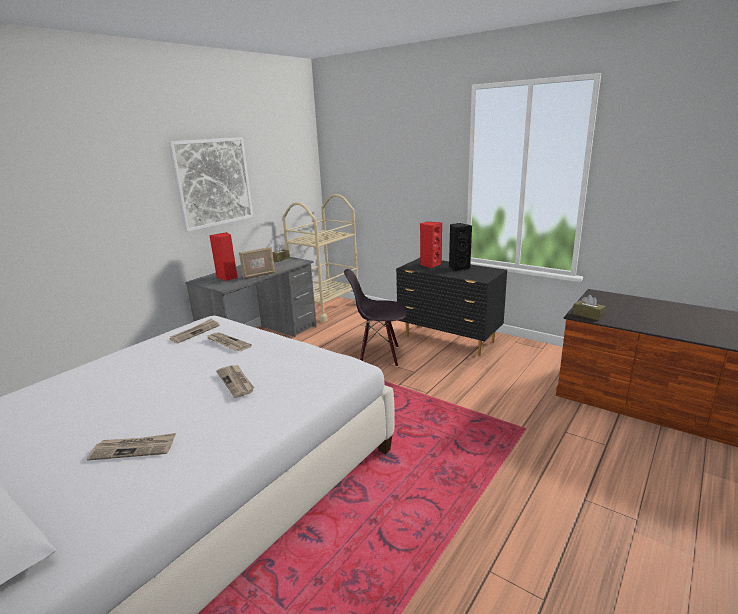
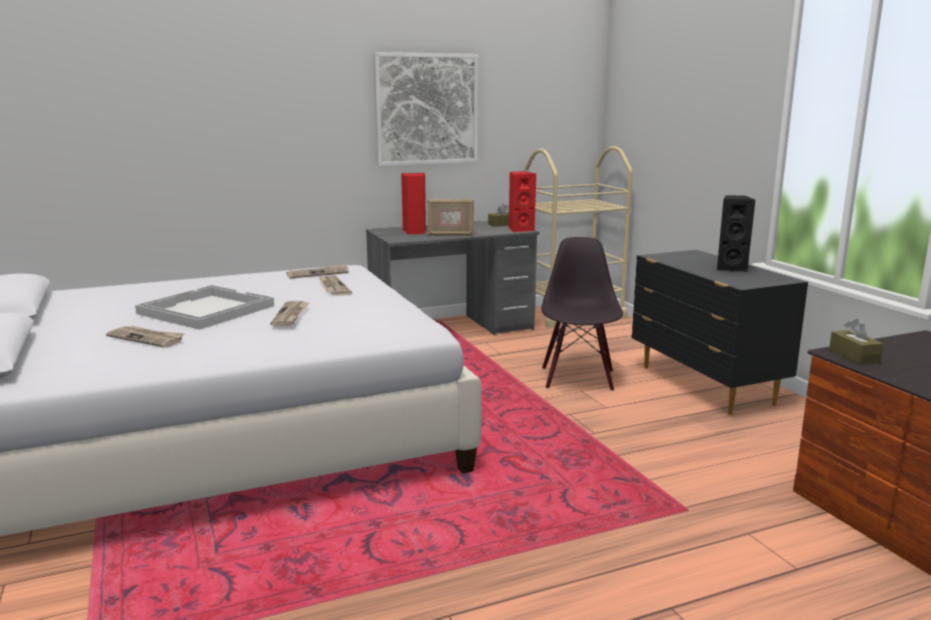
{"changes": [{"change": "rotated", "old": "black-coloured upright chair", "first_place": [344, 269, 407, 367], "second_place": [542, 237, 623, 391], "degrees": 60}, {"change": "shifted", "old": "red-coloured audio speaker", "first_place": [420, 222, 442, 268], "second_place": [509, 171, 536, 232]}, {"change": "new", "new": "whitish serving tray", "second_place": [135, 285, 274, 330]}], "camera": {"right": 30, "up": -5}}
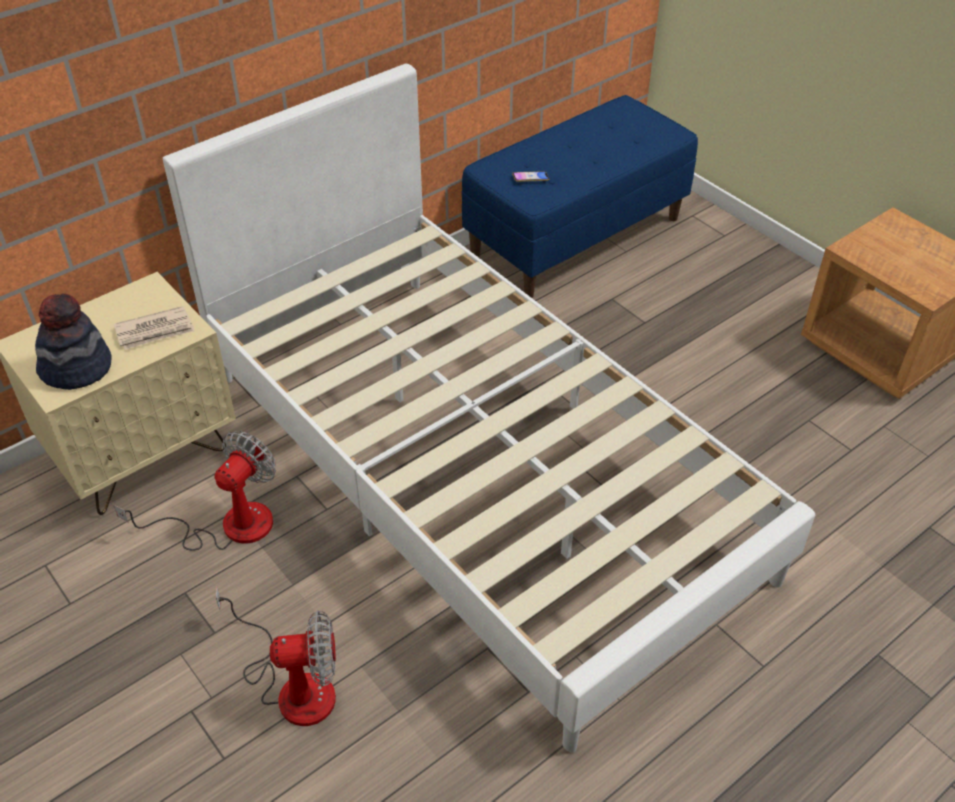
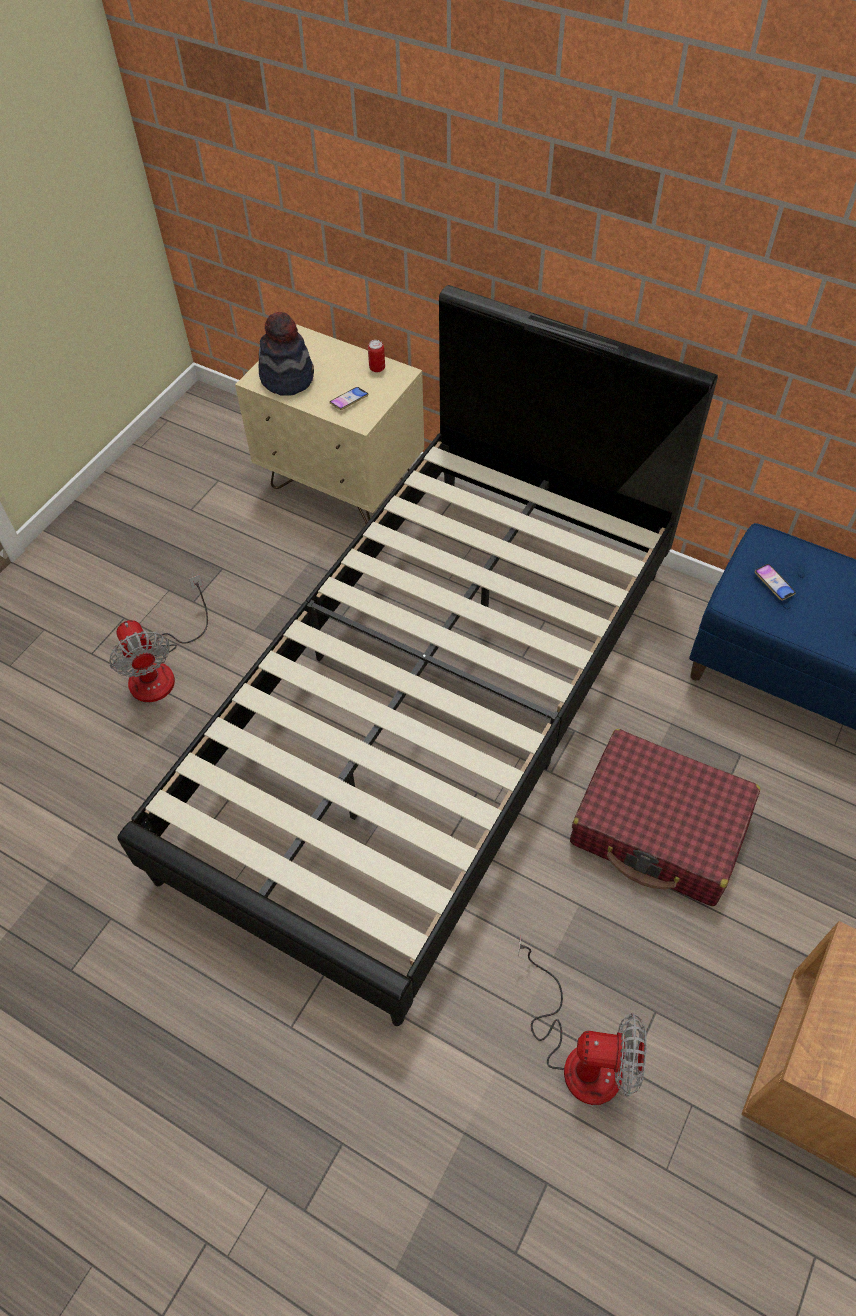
{"changes": [{"change": "swapped", "old": "newspaper", "new": "telephone", "first_place": [114, 306, 195, 350], "second_place": [330, 387, 369, 410]}, {"change": "shifted", "old": "fan", "first_place": [114, 431, 276, 551], "second_place": [518, 936, 647, 1105]}, {"change": "repainted", "old": "whitish sleeping bed", "new": "black-coloured sleeping bed", "first_place": [163, 64, 815, 753], "second_place": [117, 285, 718, 1026]}, {"change": "new", "new": "metal can", "second_place": [368, 340, 385, 372]}, {"change": "new", "new": "red-coloured piece of luggage", "second_place": [570, 729, 760, 906]}], "camera": {"right": 70, "up": 10}}
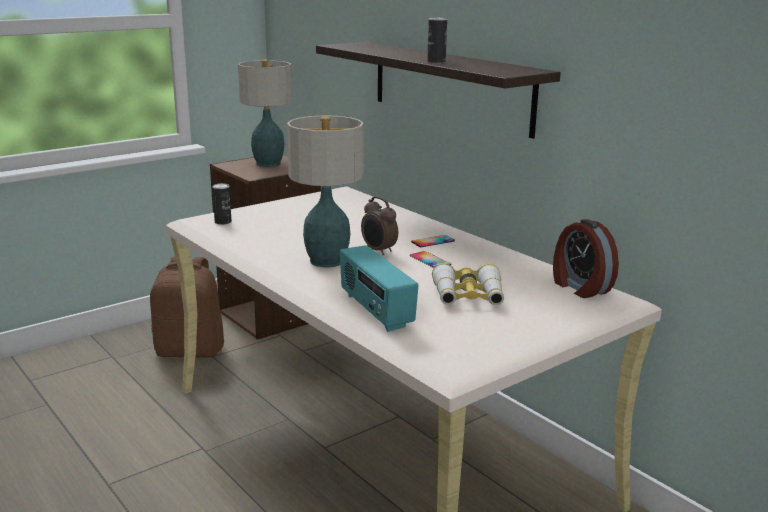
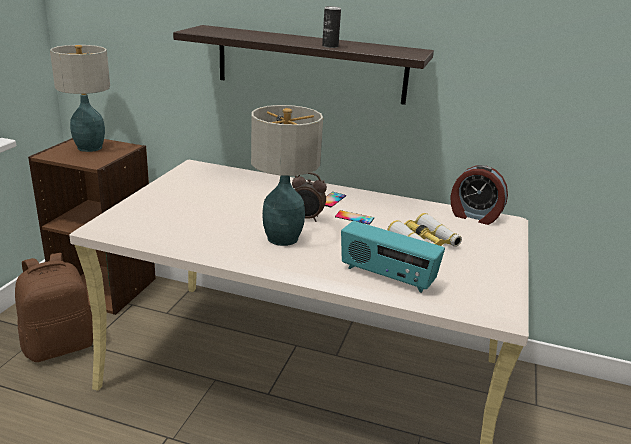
{"changes": [{"change": "gone", "old": "metal can", "first_place": [212, 183, 231, 225]}], "camera": {"right": -35, "up": 5}}
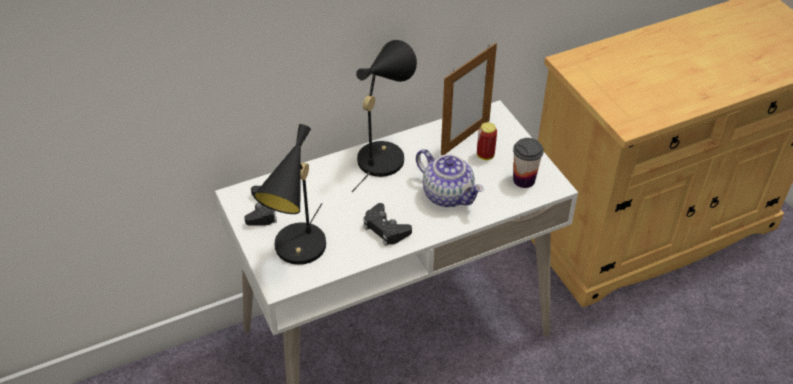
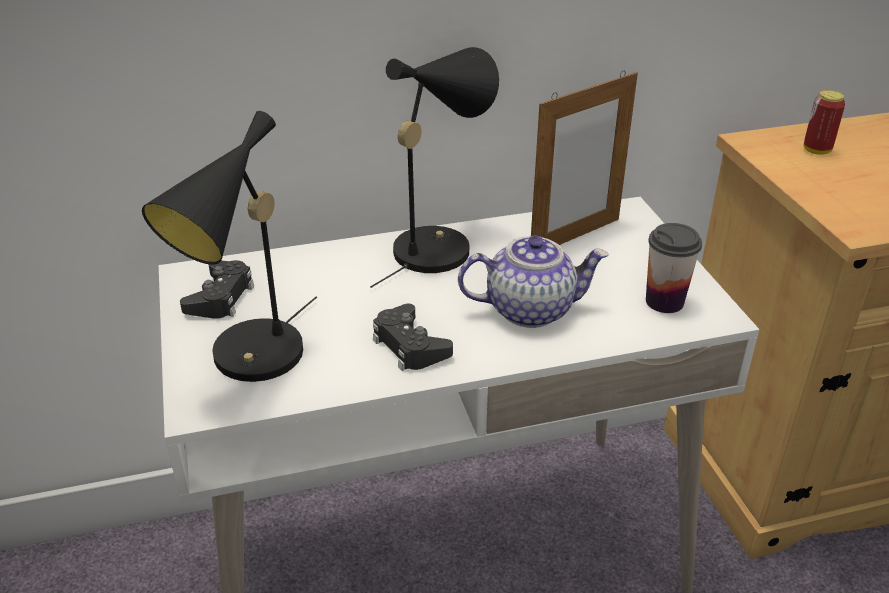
{"changes": [{"change": "rotated", "old": "tea pot", "first_place": [416, 149, 484, 207], "second_place": [458, 236, 609, 328], "degrees": -60}, {"change": "shifted", "old": "metal can", "first_place": [477, 122, 497, 160], "second_place": [804, 90, 845, 155]}], "camera": {"right": 10, "up": -10}}
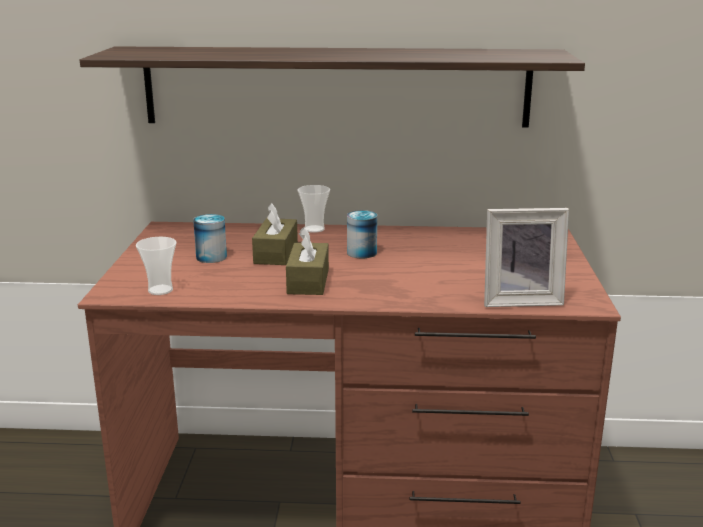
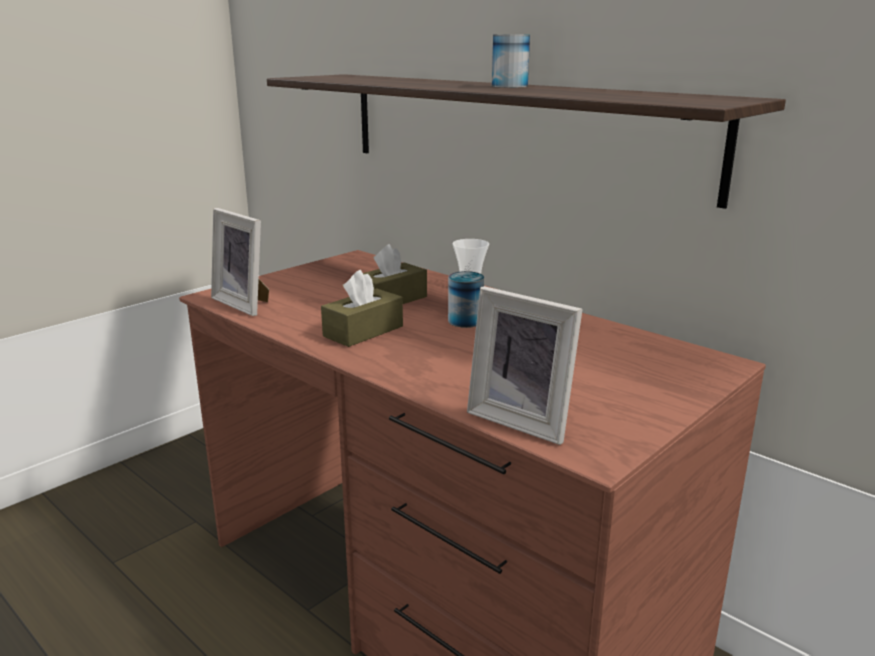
{"changes": [{"change": "swapped", "old": "cup", "new": "picture frame", "first_place": [136, 237, 177, 295], "second_place": [211, 208, 269, 316]}, {"change": "shifted", "old": "metal can", "first_place": [193, 214, 227, 263], "second_place": [492, 34, 530, 87]}], "camera": {"right": 40, "up": 0}}
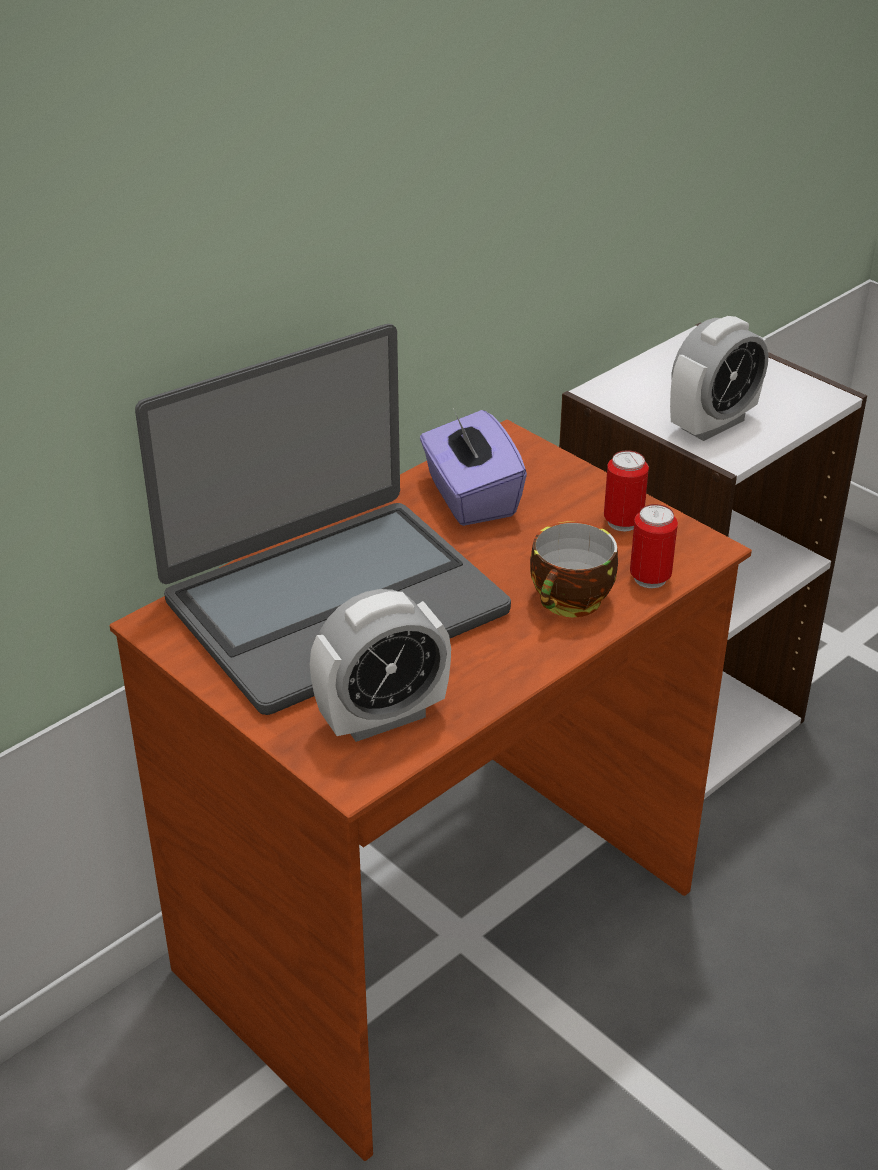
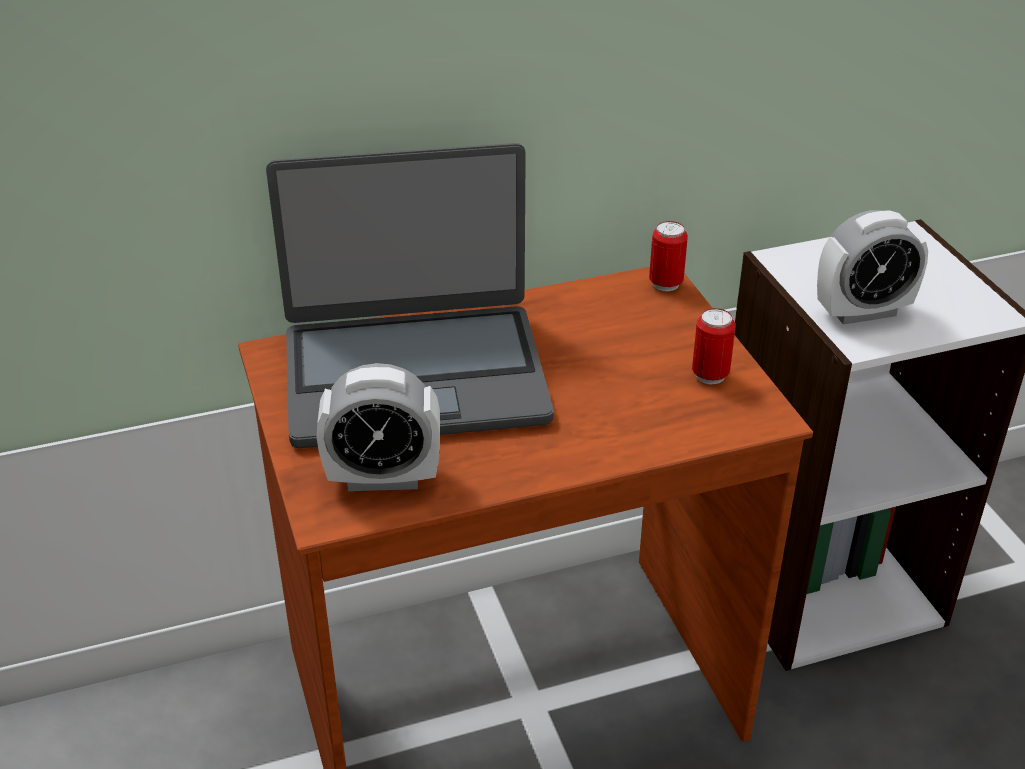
{"changes": [{"change": "gone", "old": "purple box of tissues", "first_place": [420, 408, 527, 526]}, {"change": "gone", "old": "cup", "first_place": [530, 521, 618, 617]}, {"change": "shifted", "old": "metal can", "first_place": [630, 504, 678, 588], "second_place": [649, 221, 688, 291]}], "camera": {"right": 25, "up": 0}}
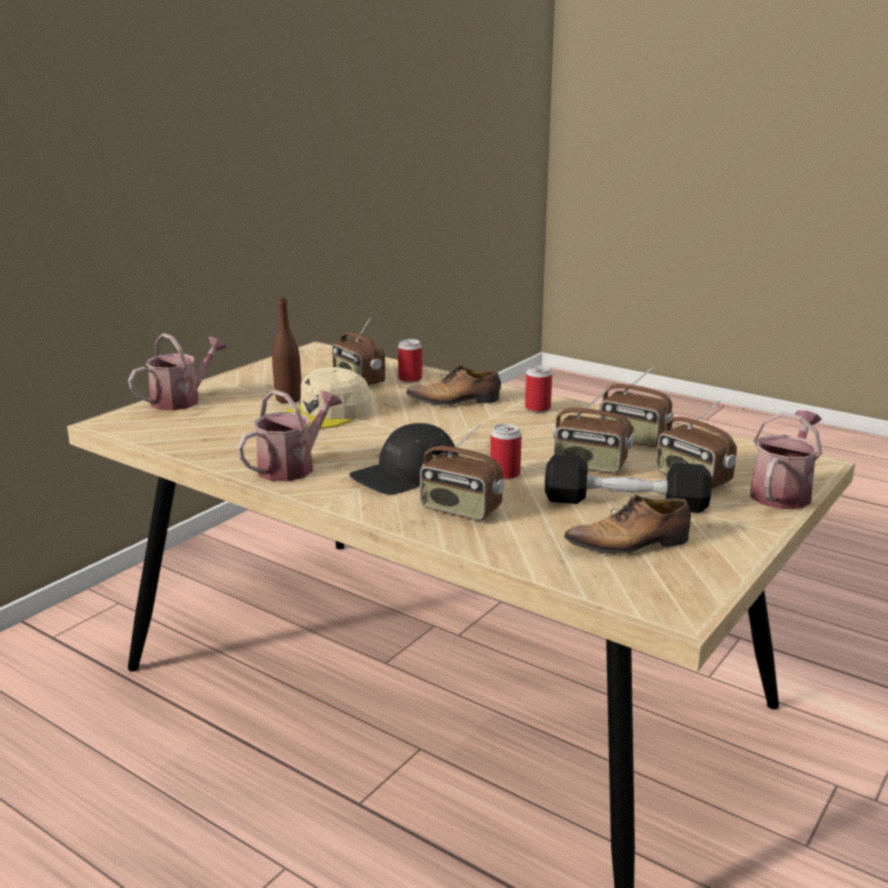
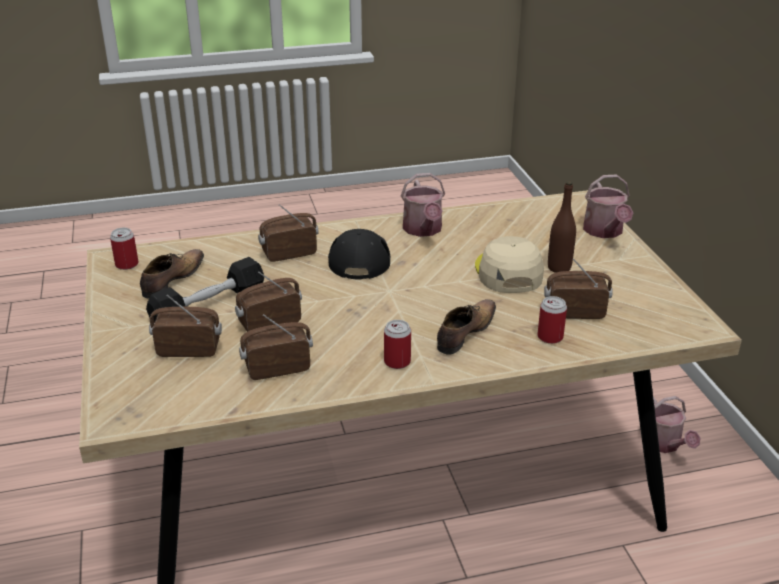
{"changes": [{"change": "shifted", "old": "metal can", "first_place": [490, 424, 522, 480], "second_place": [110, 228, 138, 270]}, {"change": "shifted", "old": "watering can", "first_place": [750, 410, 822, 509], "second_place": [653, 396, 701, 453]}], "camera": {"right": 130, "up": 10}}
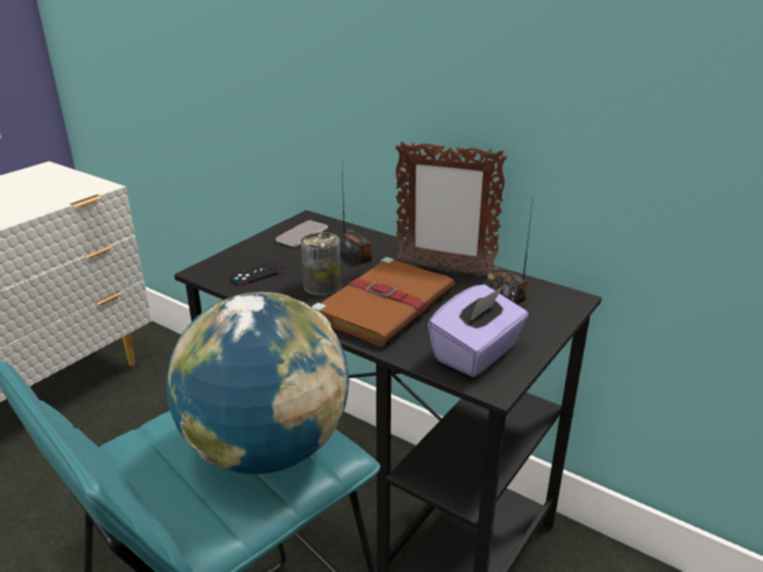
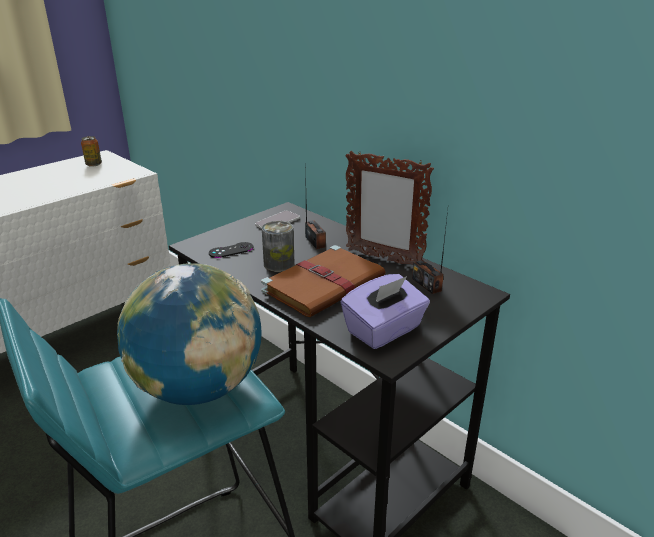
{"changes": [{"change": "new", "new": "metal can", "second_place": [81, 136, 102, 167]}], "camera": {"right": 10, "up": 0}}
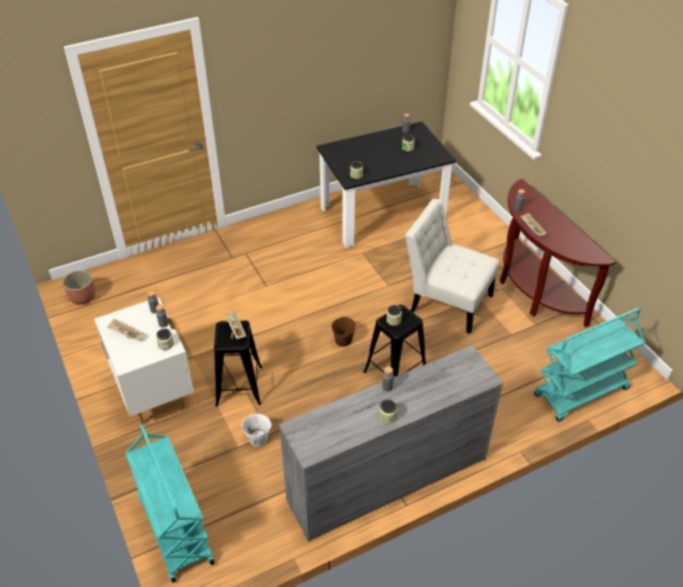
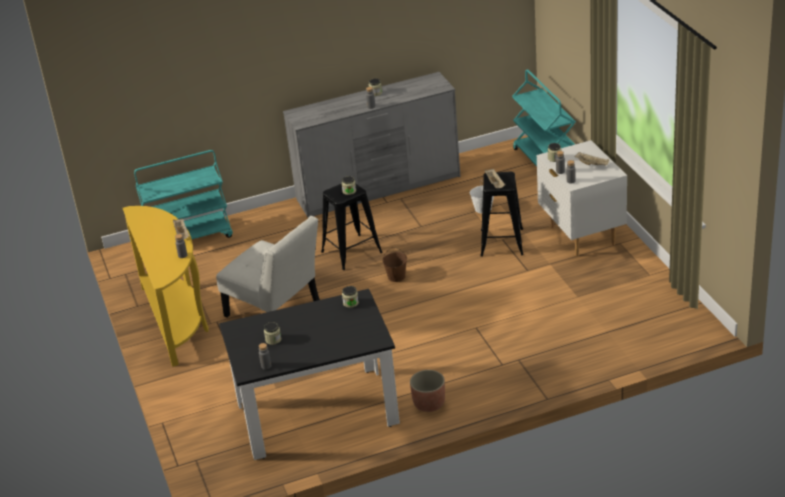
{"changes": [{"change": "shifted", "old": "planter", "first_place": [63, 270, 95, 305], "second_place": [410, 370, 445, 412]}, {"change": "repainted", "old": "brown-coloured console table", "new": "yellowish console table", "first_place": [500, 179, 616, 327], "second_place": [123, 206, 209, 367]}], "camera": {"right": -170, "up": -10}}
